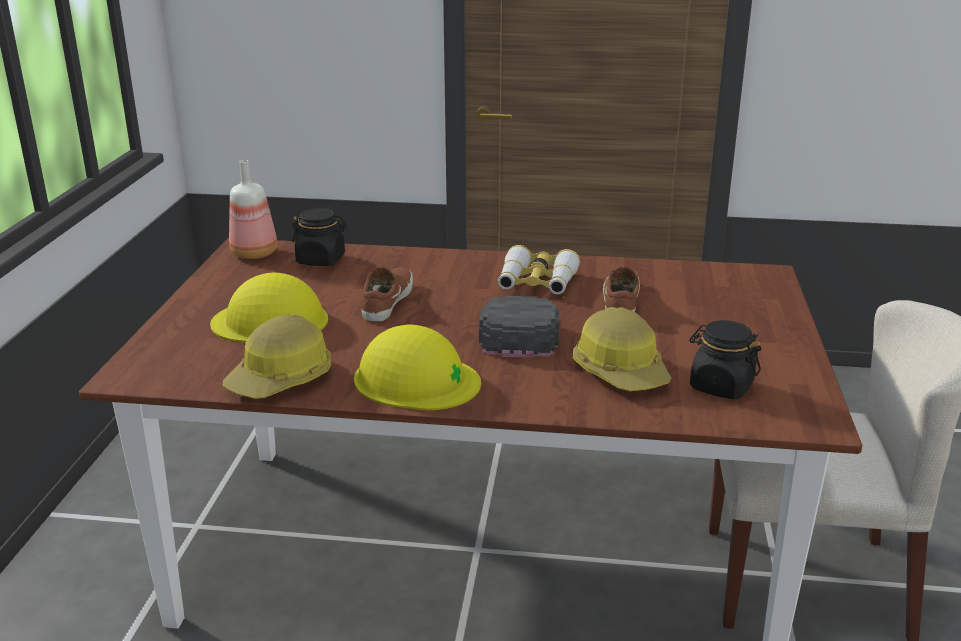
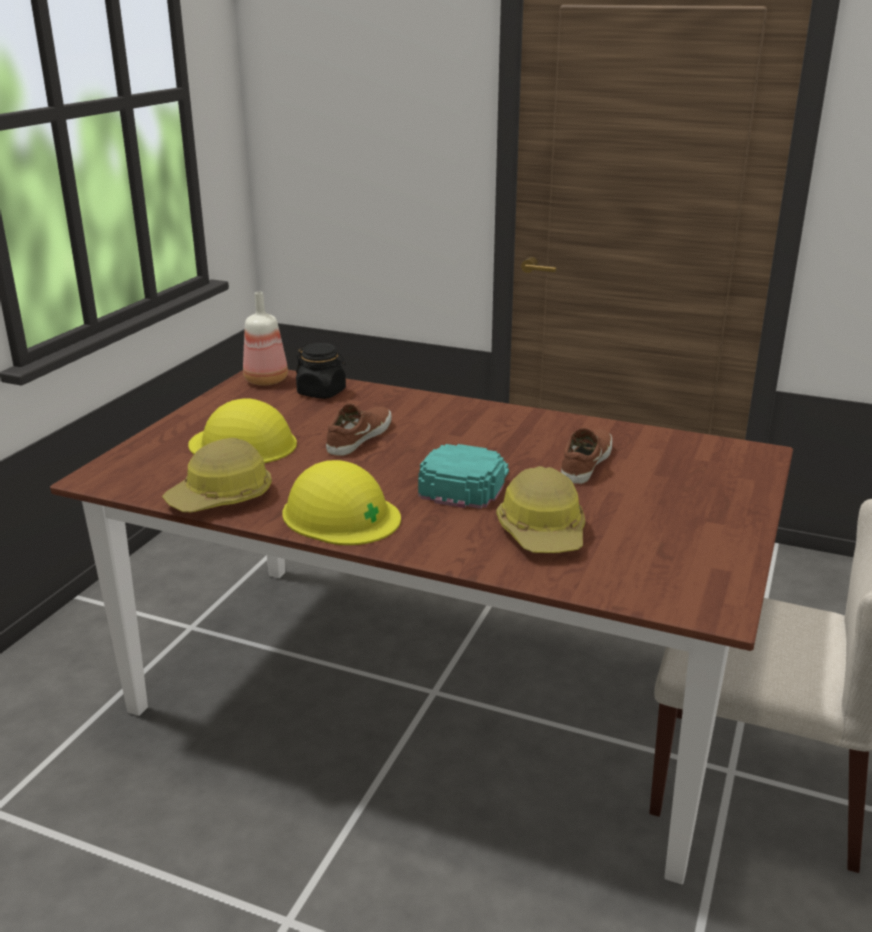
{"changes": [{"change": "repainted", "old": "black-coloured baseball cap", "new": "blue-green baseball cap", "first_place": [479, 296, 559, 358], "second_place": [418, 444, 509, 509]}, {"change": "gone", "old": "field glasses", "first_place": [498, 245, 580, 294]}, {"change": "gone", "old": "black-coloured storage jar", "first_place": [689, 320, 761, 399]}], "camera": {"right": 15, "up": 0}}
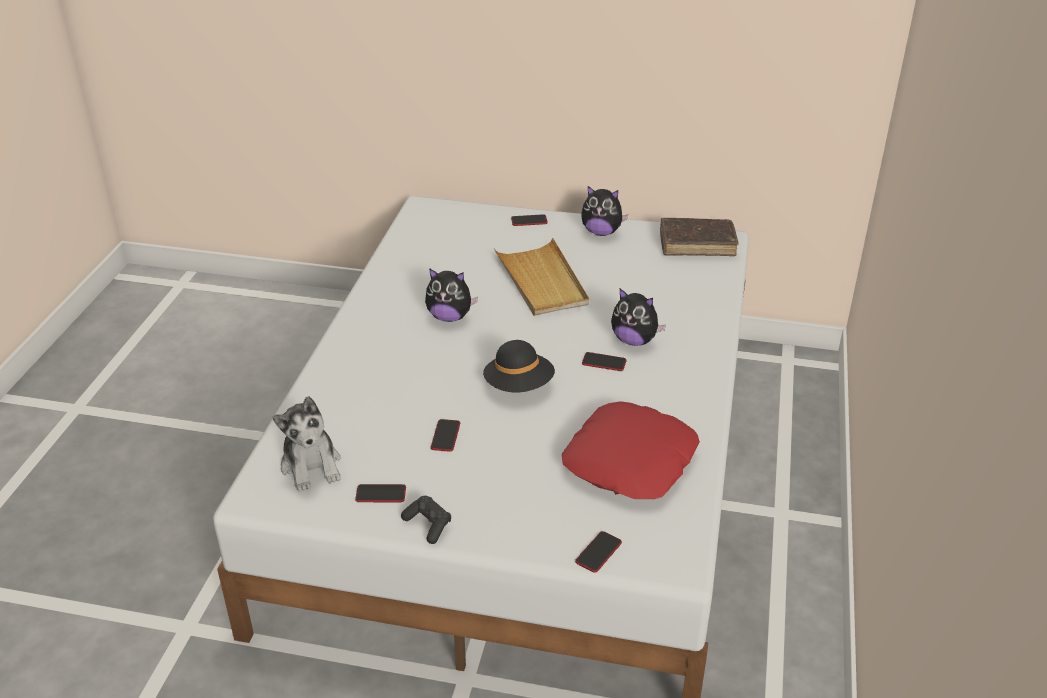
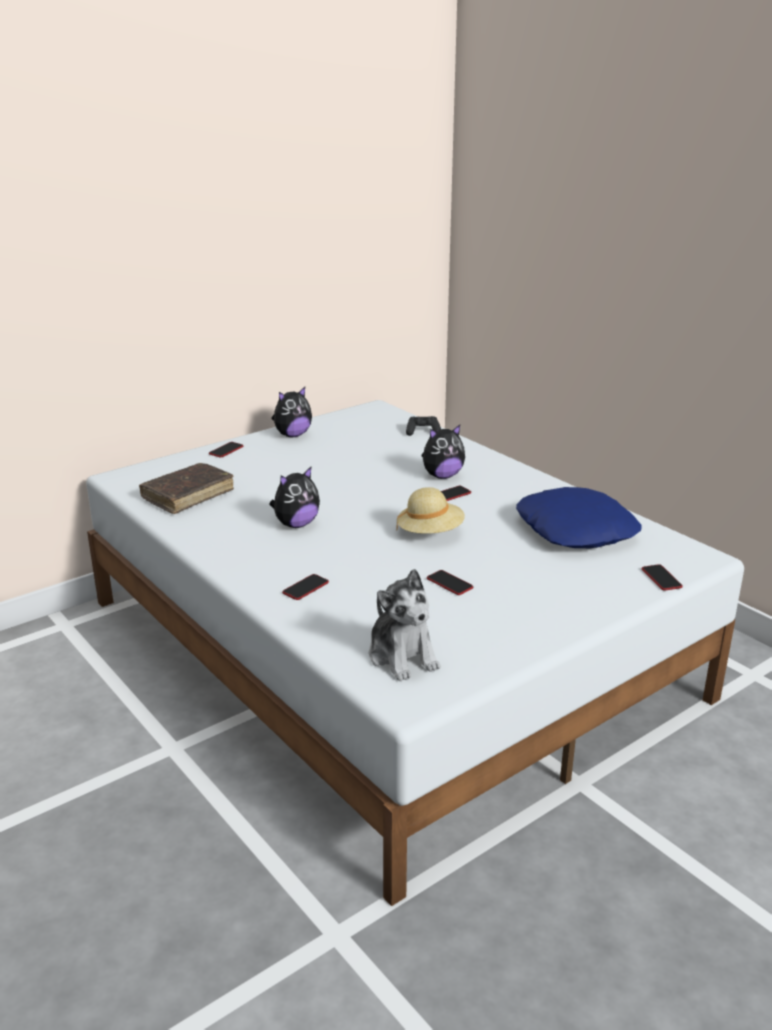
{"changes": [{"change": "rotated", "old": "plush toy", "first_place": [272, 396, 341, 492], "second_place": [369, 569, 441, 681], "degrees": 45}, {"change": "shifted", "old": "telephone", "first_place": [355, 484, 406, 502], "second_place": [282, 574, 329, 600]}, {"change": "shifted", "old": "black-coloured gamepad", "first_place": [401, 496, 451, 544], "second_place": [406, 416, 441, 436]}, {"change": "repainted", "old": "black-coloured wearable hat", "new": "beige wearable hat", "first_place": [483, 340, 555, 393], "second_place": [396, 487, 465, 534]}, {"change": "gone", "old": "beige serving tray", "first_place": [494, 238, 589, 316]}, {"change": "repainted", "old": "red-coloured throw pillow", "new": "blue throw pillow", "first_place": [562, 401, 700, 499], "second_place": [516, 487, 642, 548]}, {"change": "shifted", "old": "brown-coloured bound book", "first_place": [660, 218, 739, 256], "second_place": [139, 463, 234, 514]}], "camera": {"right": -50, "up": -10}}
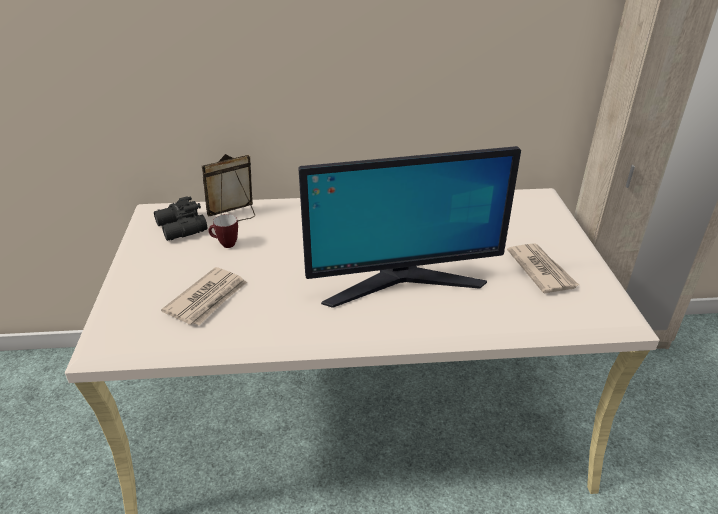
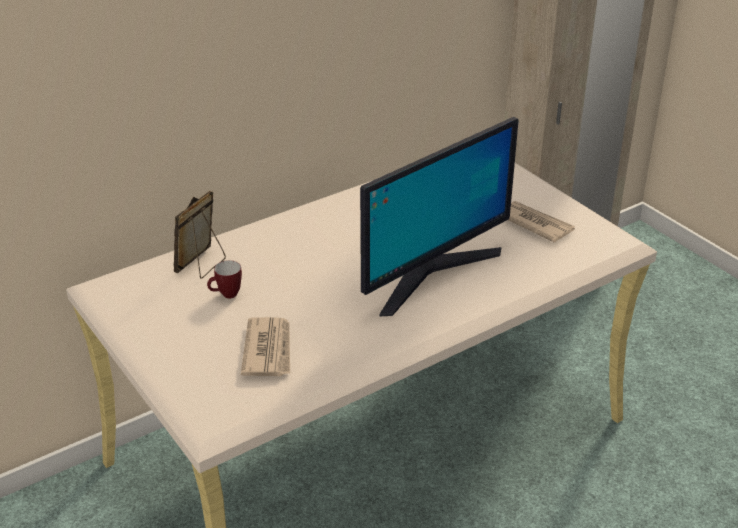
{"changes": [{"change": "gone", "old": "black-coloured field glasses", "first_place": [154, 196, 207, 241]}], "camera": {"right": -30, "up": 0}}
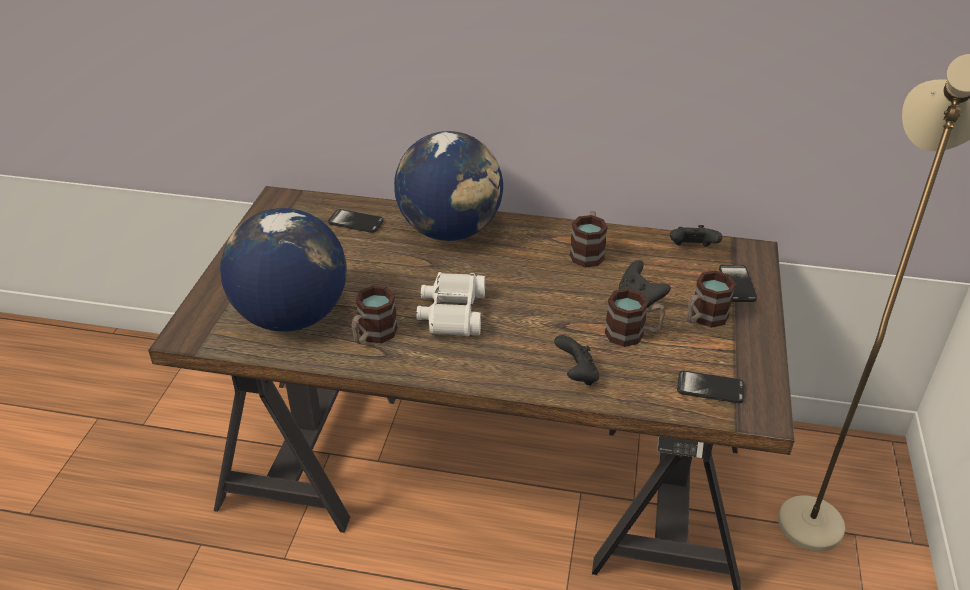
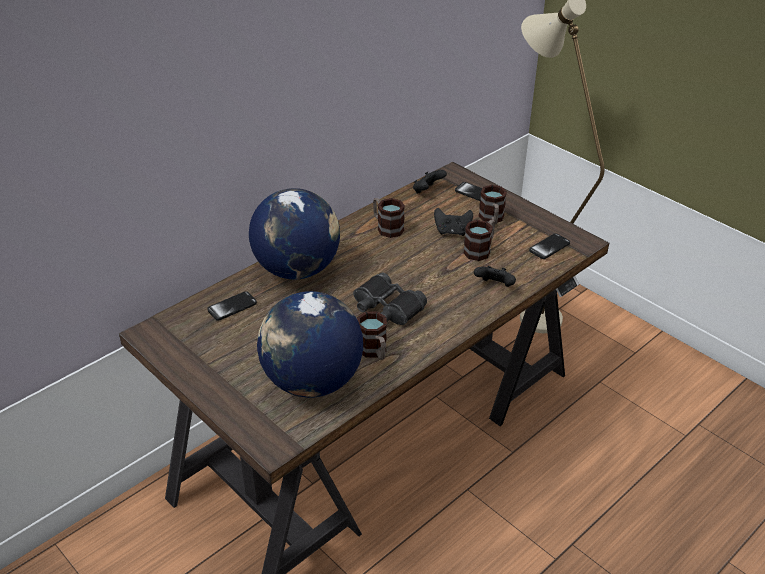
{"changes": [{"change": "repainted", "old": "whitish field glasses", "new": "black-coloured field glasses", "first_place": [416, 272, 485, 336], "second_place": [353, 272, 427, 325]}], "camera": {"right": -55, "up": 0}}
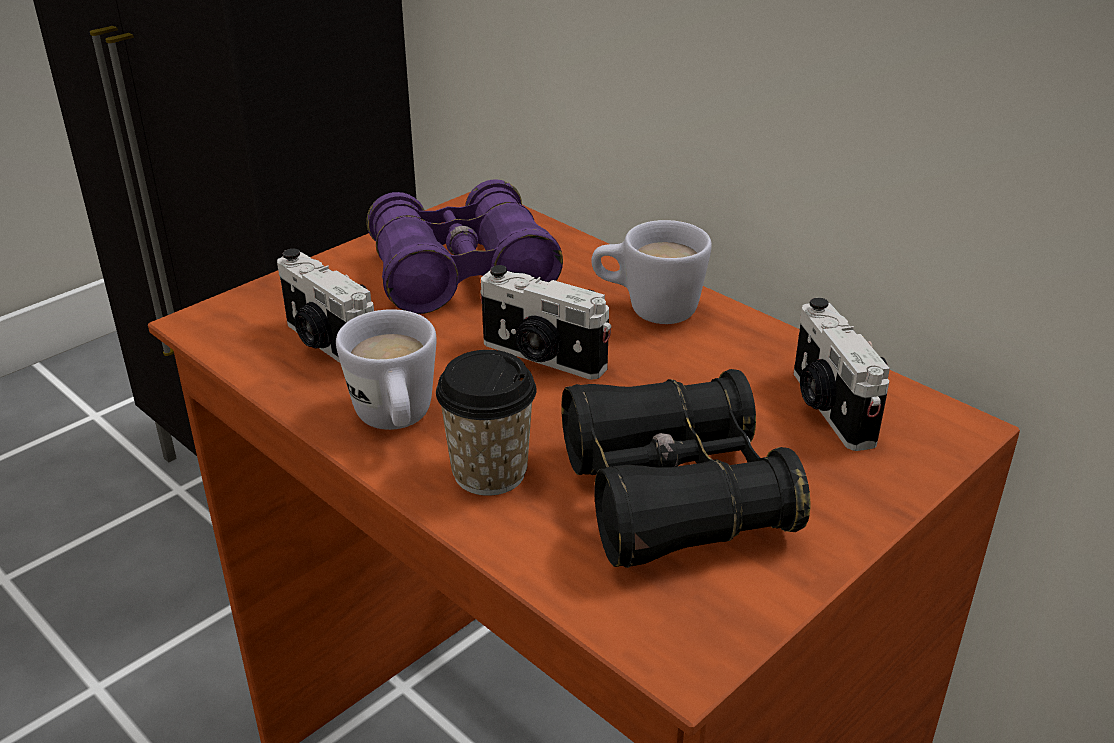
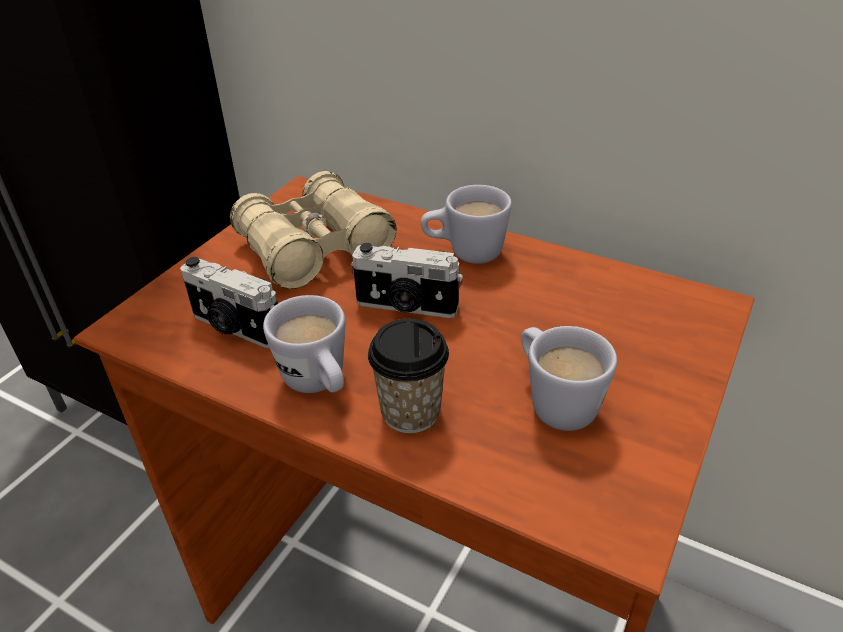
{"changes": [{"change": "repainted", "old": "purple field glasses", "new": "beige field glasses", "first_place": [366, 179, 563, 314], "second_place": [230, 171, 397, 289]}, {"change": "swapped", "old": "black-coloured field glasses", "new": "whitish mug", "first_place": [561, 369, 810, 568], "second_place": [521, 326, 617, 431]}, {"change": "gone", "old": "photo camera", "first_place": [794, 298, 890, 451]}], "camera": {"right": -15, "up": 5}}
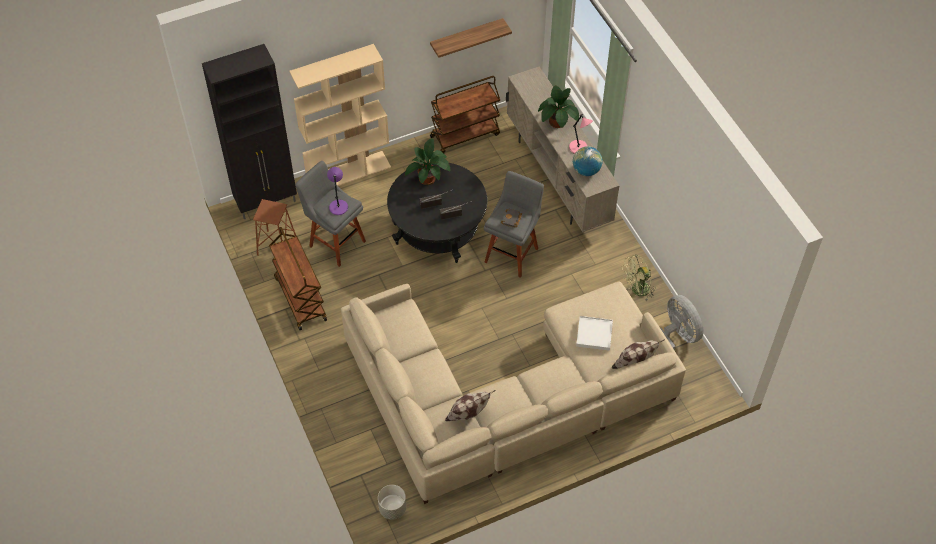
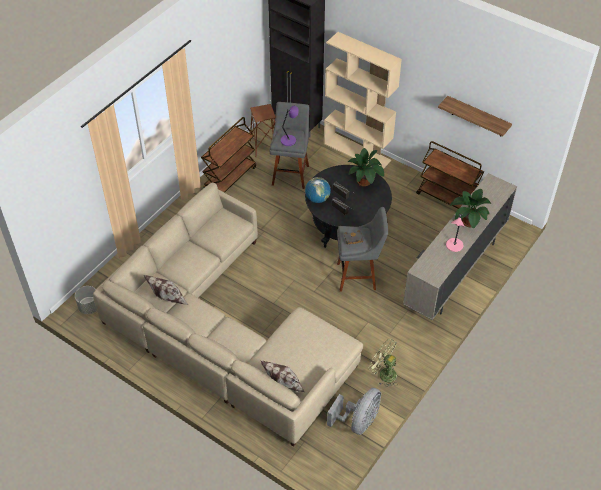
{"changes": [{"change": "shifted", "old": "world globe", "first_place": [573, 146, 603, 176], "second_place": [305, 177, 331, 203]}, {"change": "gone", "old": "whitish serving tray", "first_place": [576, 316, 613, 351]}], "camera": {"right": 60, "up": -5}}
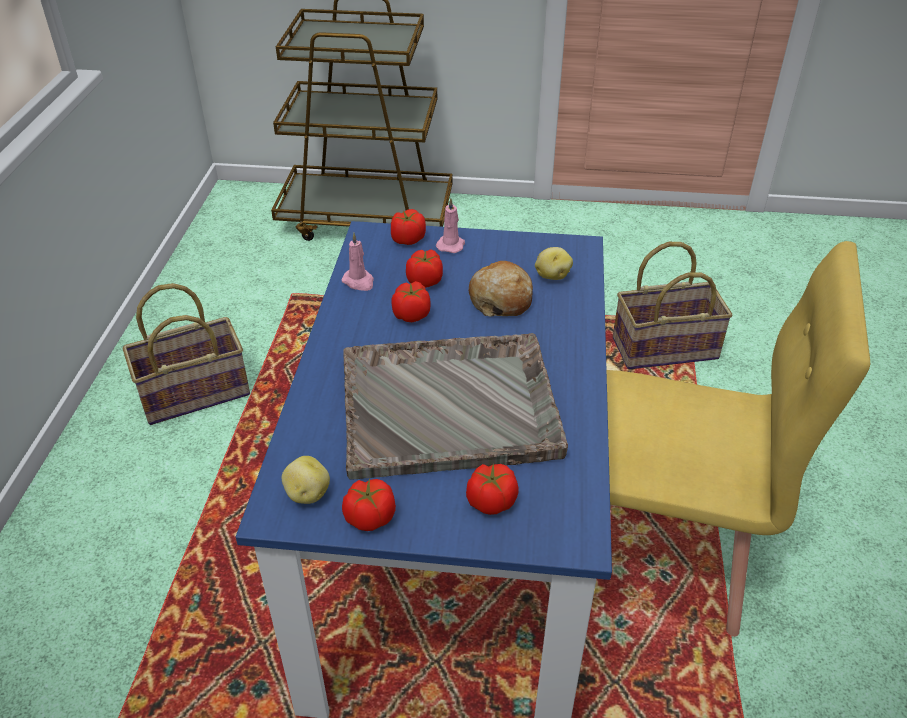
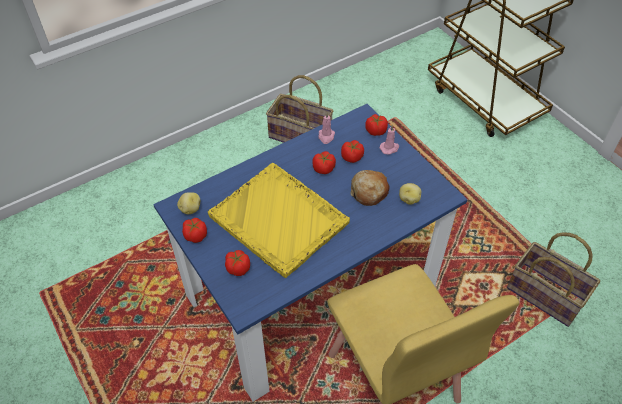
{"changes": [{"change": "repainted", "old": "gray serving tray", "new": "yellowish serving tray", "first_place": [343, 333, 568, 480], "second_place": [208, 163, 350, 278]}], "camera": {"right": 50, "up": 10}}
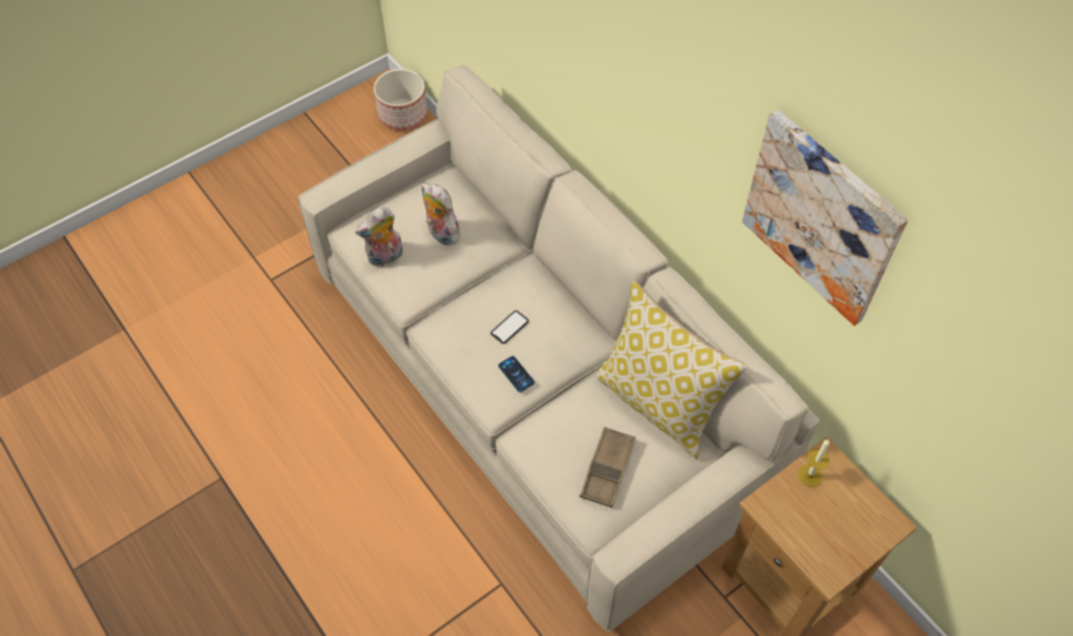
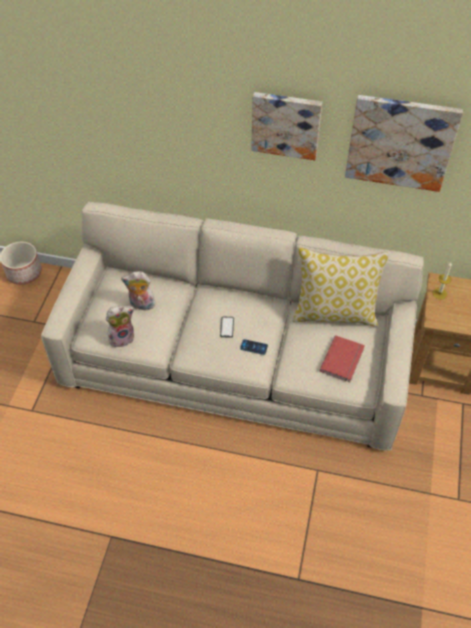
{"changes": [{"change": "rotated", "old": "plush toy", "first_place": [355, 207, 403, 266], "second_place": [106, 305, 134, 347], "degrees": -135}, {"change": "swapped", "old": "brown-coloured serving tray", "new": "red-coloured bound book", "first_place": [579, 427, 636, 508], "second_place": [320, 335, 365, 382]}, {"change": "new", "new": "picture", "second_place": [251, 92, 322, 160]}], "camera": {"right": -40, "up": -5}}
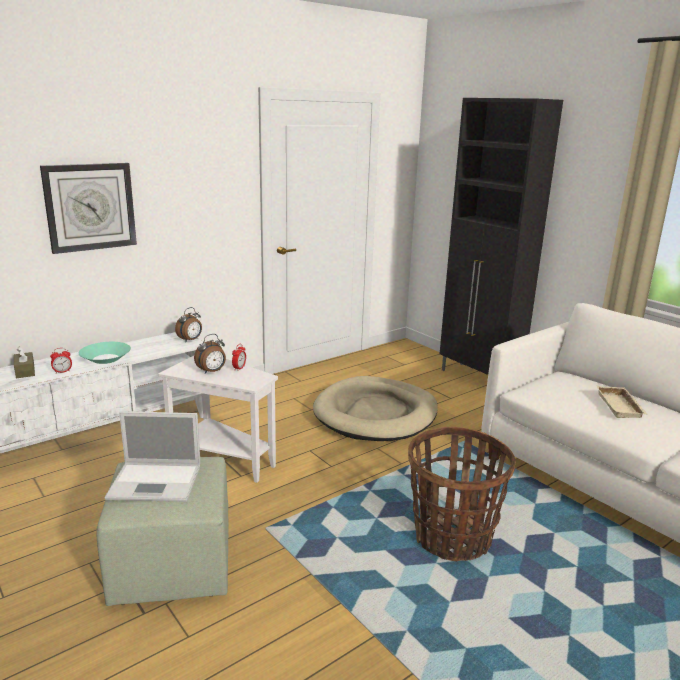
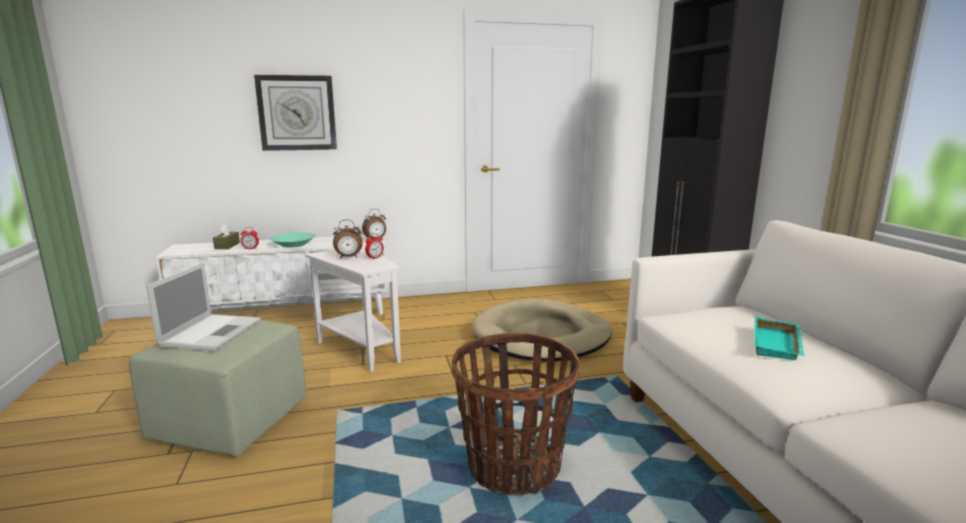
{"changes": [{"change": "rotated", "old": "laptop", "first_place": [104, 411, 201, 502], "second_place": [146, 263, 261, 351], "degrees": -105}, {"change": "repainted", "old": "beige serving tray", "new": "blue-green serving tray", "first_place": [597, 386, 648, 418], "second_place": [754, 316, 804, 360]}], "camera": {"right": 25, "up": -5}}
